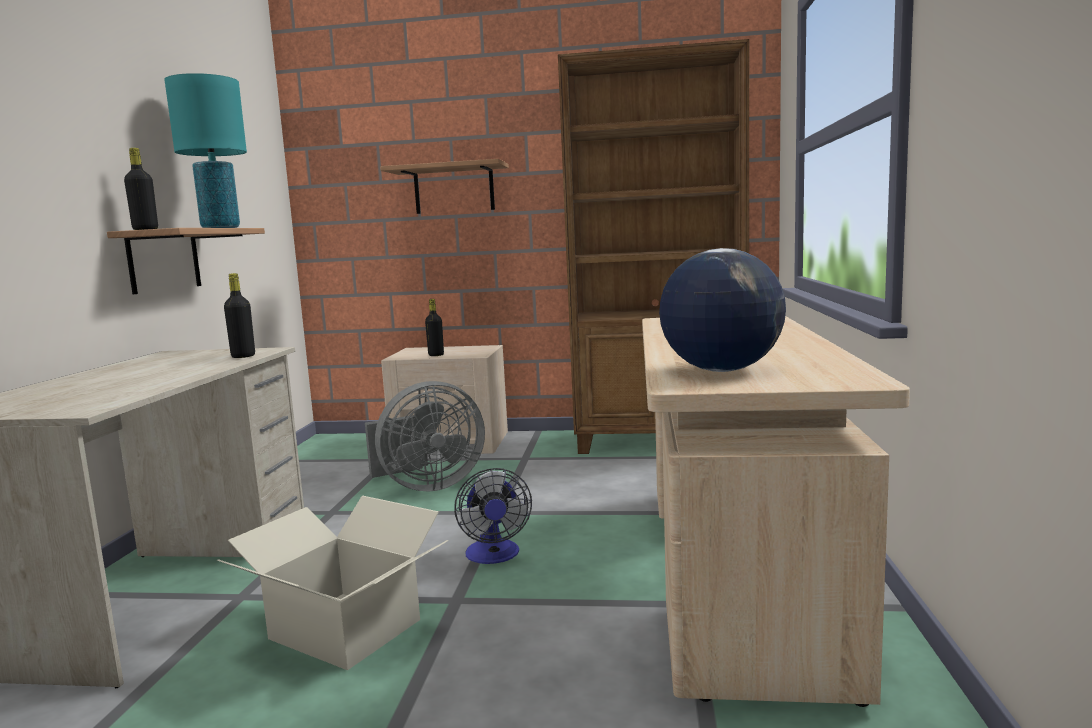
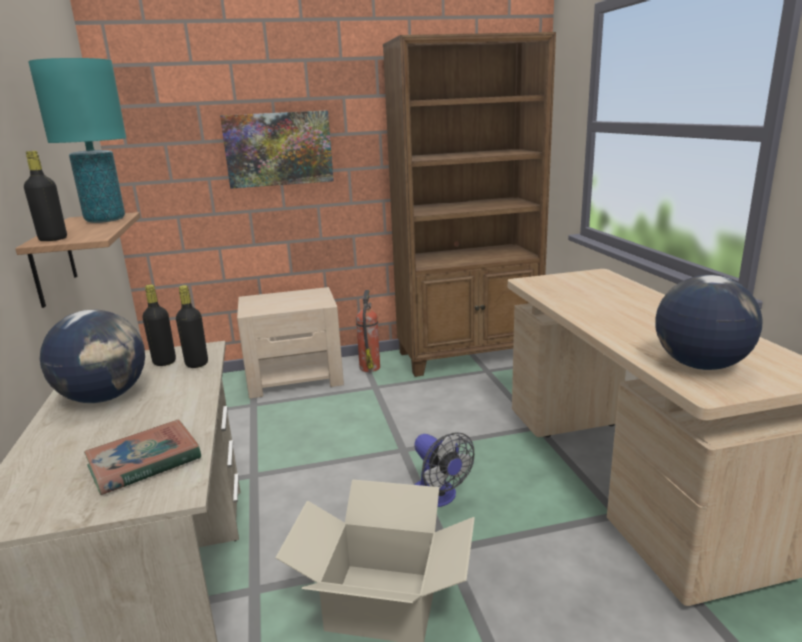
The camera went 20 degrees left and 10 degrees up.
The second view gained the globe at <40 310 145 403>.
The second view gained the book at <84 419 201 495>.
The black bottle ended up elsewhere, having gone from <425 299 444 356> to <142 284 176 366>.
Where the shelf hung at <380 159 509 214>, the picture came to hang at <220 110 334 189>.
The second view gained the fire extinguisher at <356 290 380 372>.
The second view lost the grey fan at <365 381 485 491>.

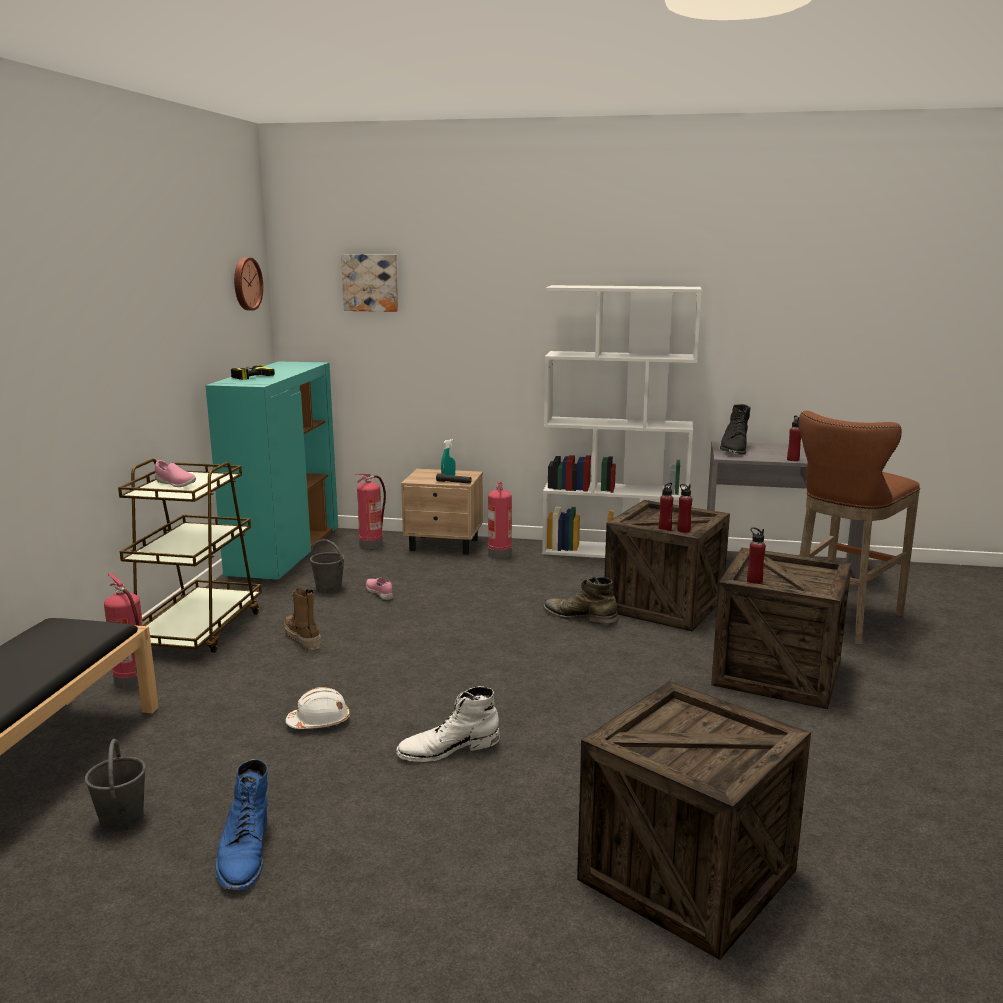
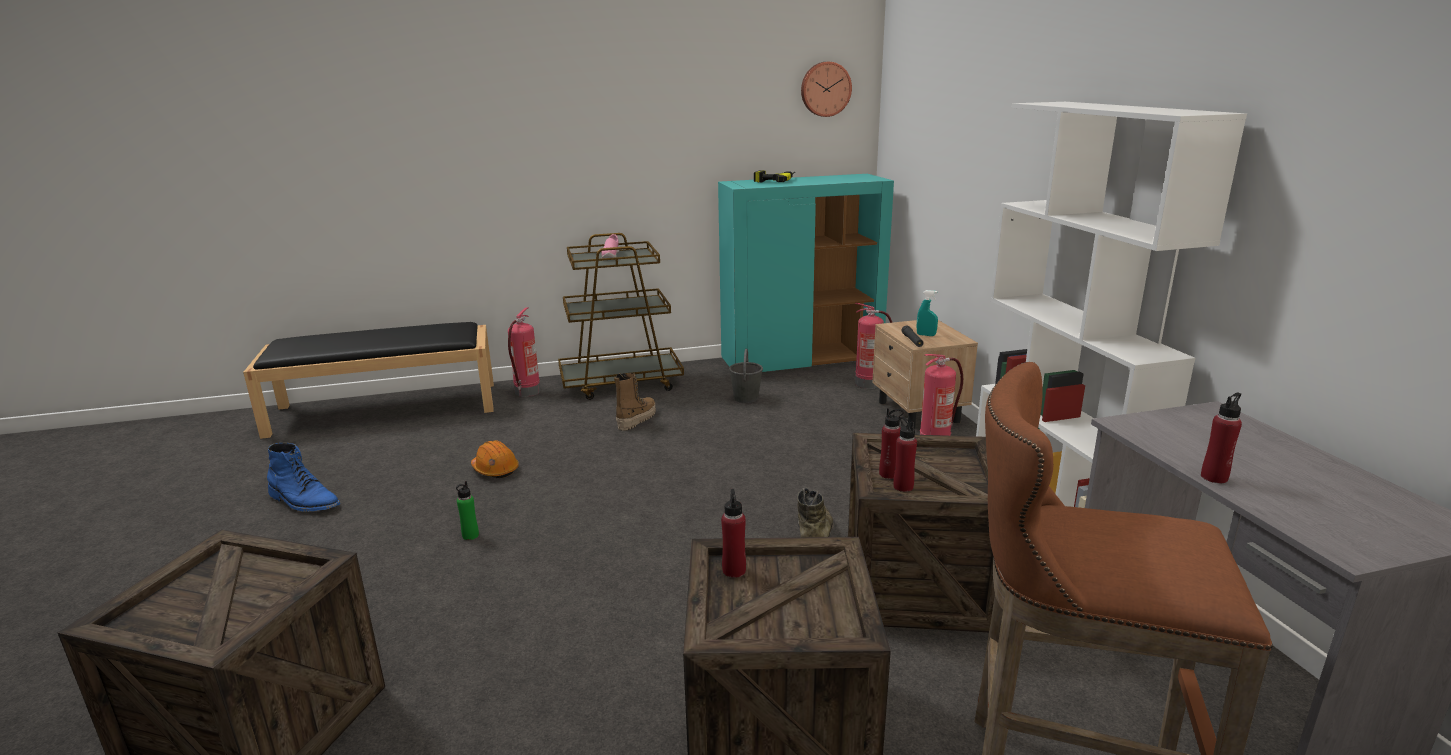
The camera went 65 degrees right and 5 degrees up.
The blue boot at <215 759 268 890> ended up facing another way, 120 degrees counterclockwise from before.
Where the white boot stood at <396 686 500 762>, the green bottle came to stand at <456 481 479 540>.
What was the white hard hat at <286 687 350 729> turned into the orange hard hat at <471 440 519 478>.
The second view lost the grey bucket at <85 739 146 832>.
The second view lost the picture at <341 254 398 312>.
The second view lost the pink shoe at <366 577 393 600>.
The second view lost the black boot at <720 404 751 454>.

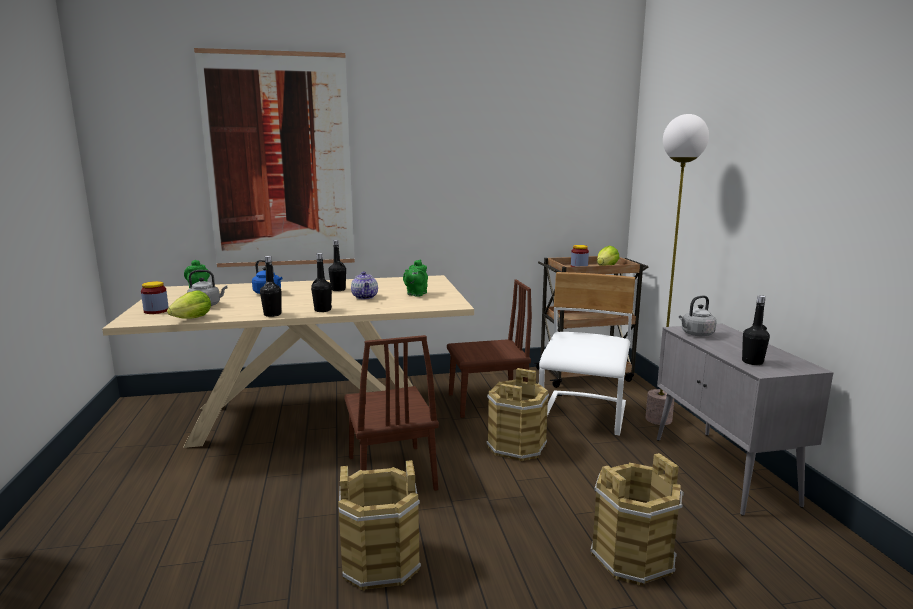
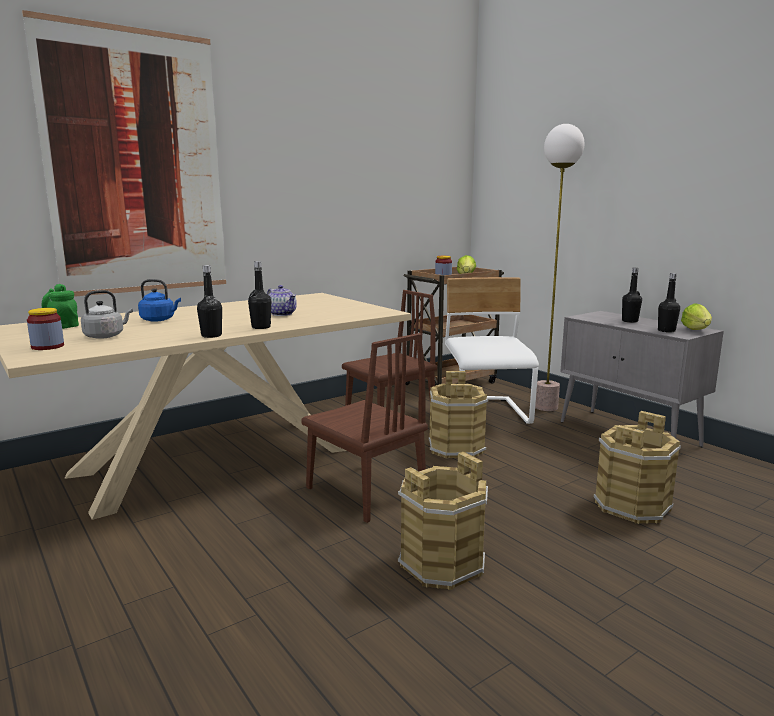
The camera went 25 degrees left and 0 degrees up.
The black bottle ended up elsewhere, having gone from <328 240 346 291> to <622 268 642 323>.
The lettuce ended up elsewhere, having gone from <167 290 211 319> to <681 303 712 330>.
The second view lost the green teapot at <403 260 428 297>.
The second view lost the grey kettle at <679 295 717 336>.

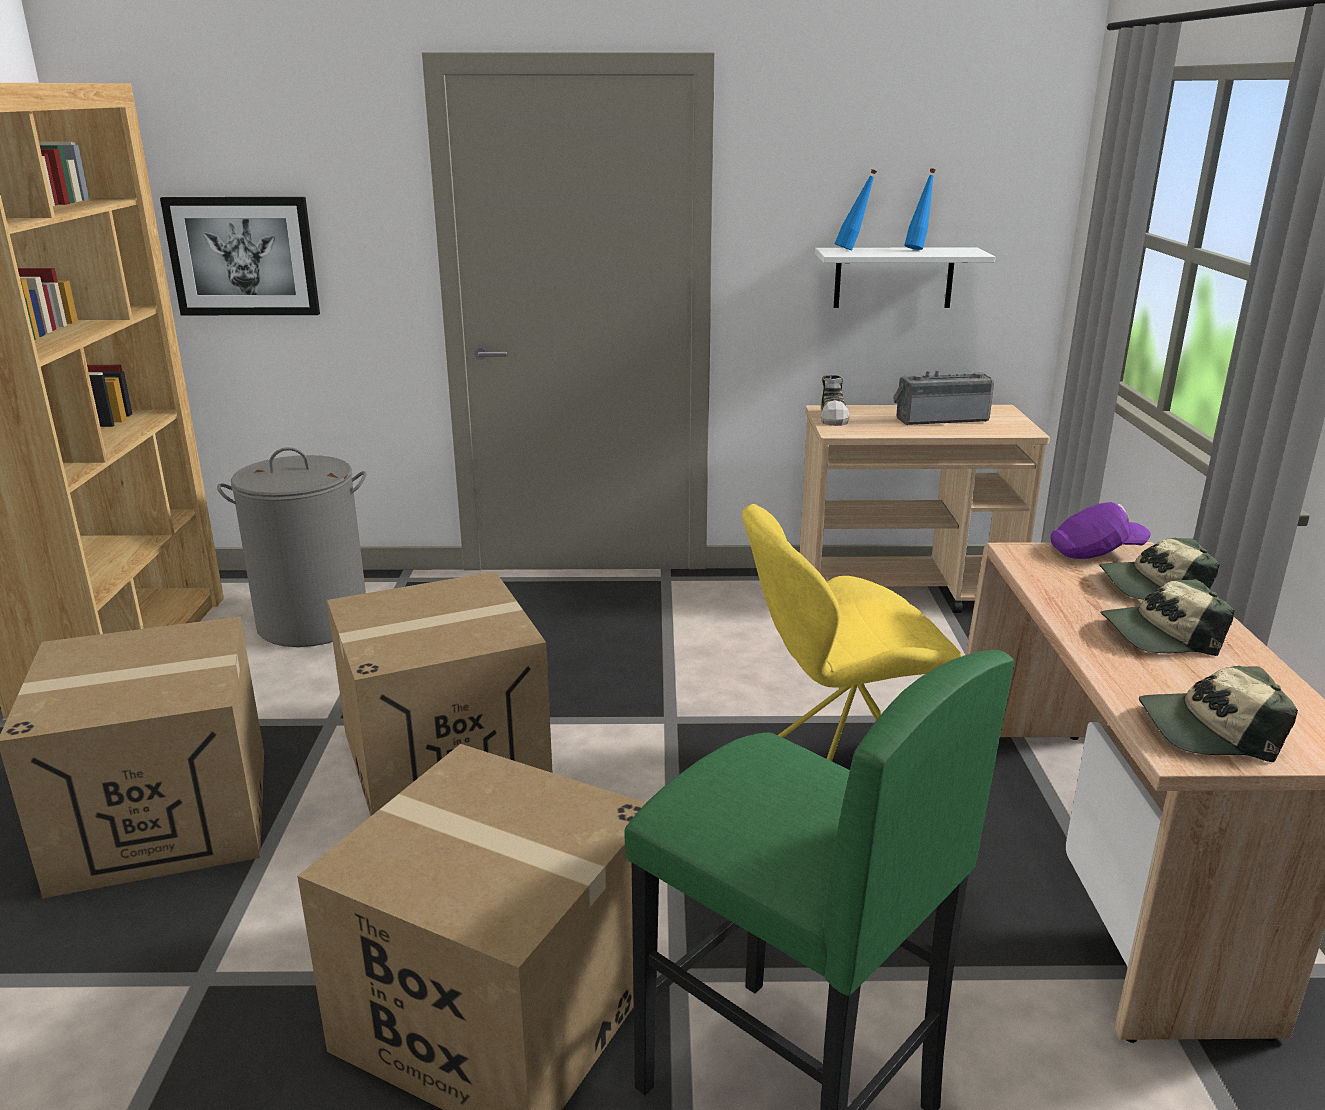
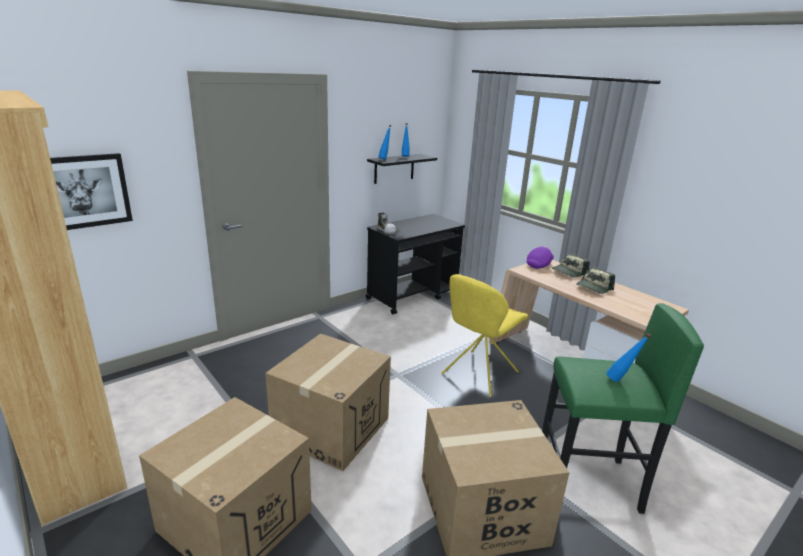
The camera went 40 degrees left and 0 degrees up.
What was the beige cart at <800 405 1050 613> turned into the black cart at <366 214 465 315>.
What was the white shelf at <815 248 995 308> turned into the black shelf at <367 154 437 184>.
The second view gained the blue bottle at <606 333 651 382>.
The second view lost the grey laundry basket at <217 447 367 647>.
The second view lost the radio at <893 370 994 425>.
The second view lost the cap at <1139 666 1298 762>.

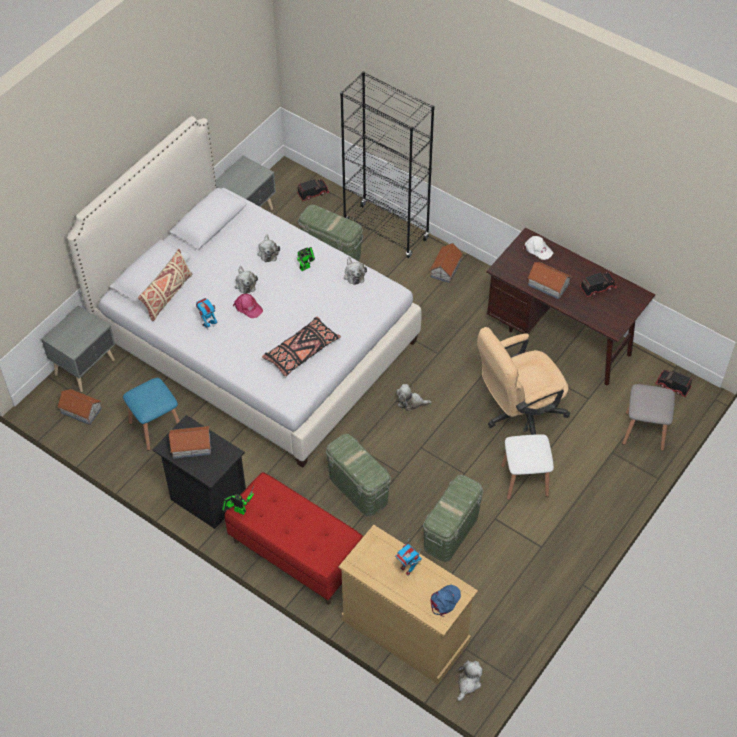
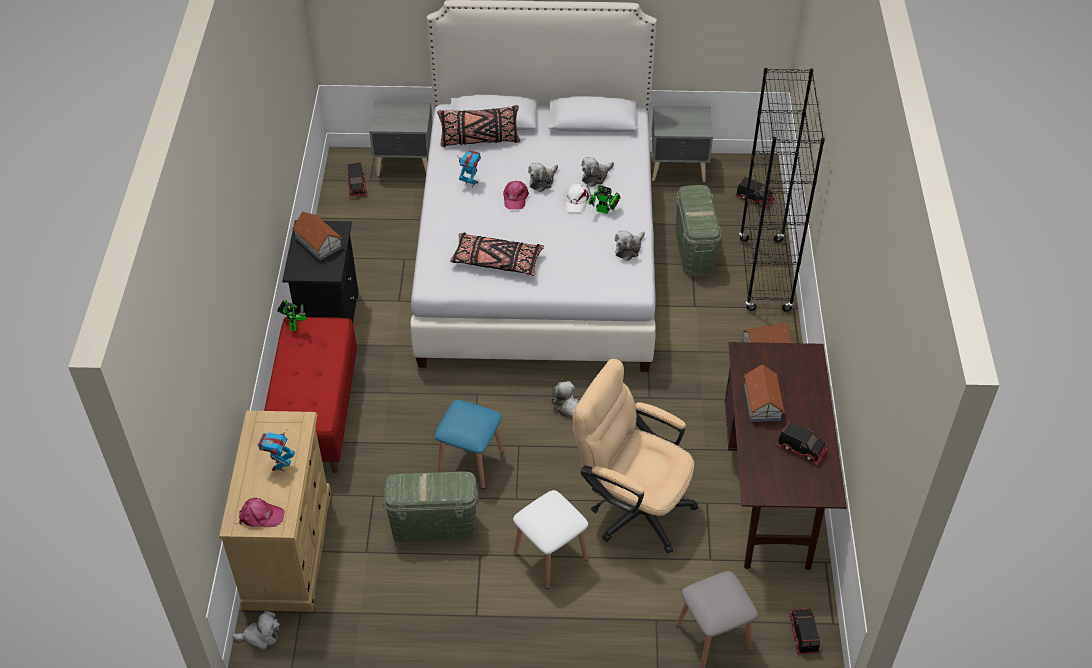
The camera went 55 degrees right and 5 degrees down.
What was the blue cap at <431 584 461 617> turned into the pink cap at <239 498 284 527>.
Where the toy house stood at <57 389 102 425>, the toy truck came to stand at <347 162 367 198>.
The blue stool ended up elsewhere, having gone from <123 378 180 451> to <434 400 504 489>.
What was the beige pillow at <138 249 192 321> turned into the black pillow at <437 105 520 147>.
The white cap ended up elsewhere, having gone from <523 236 553 260> to <564 184 589 212>.
The second view lost the green storage box at <326 434 391 517>.

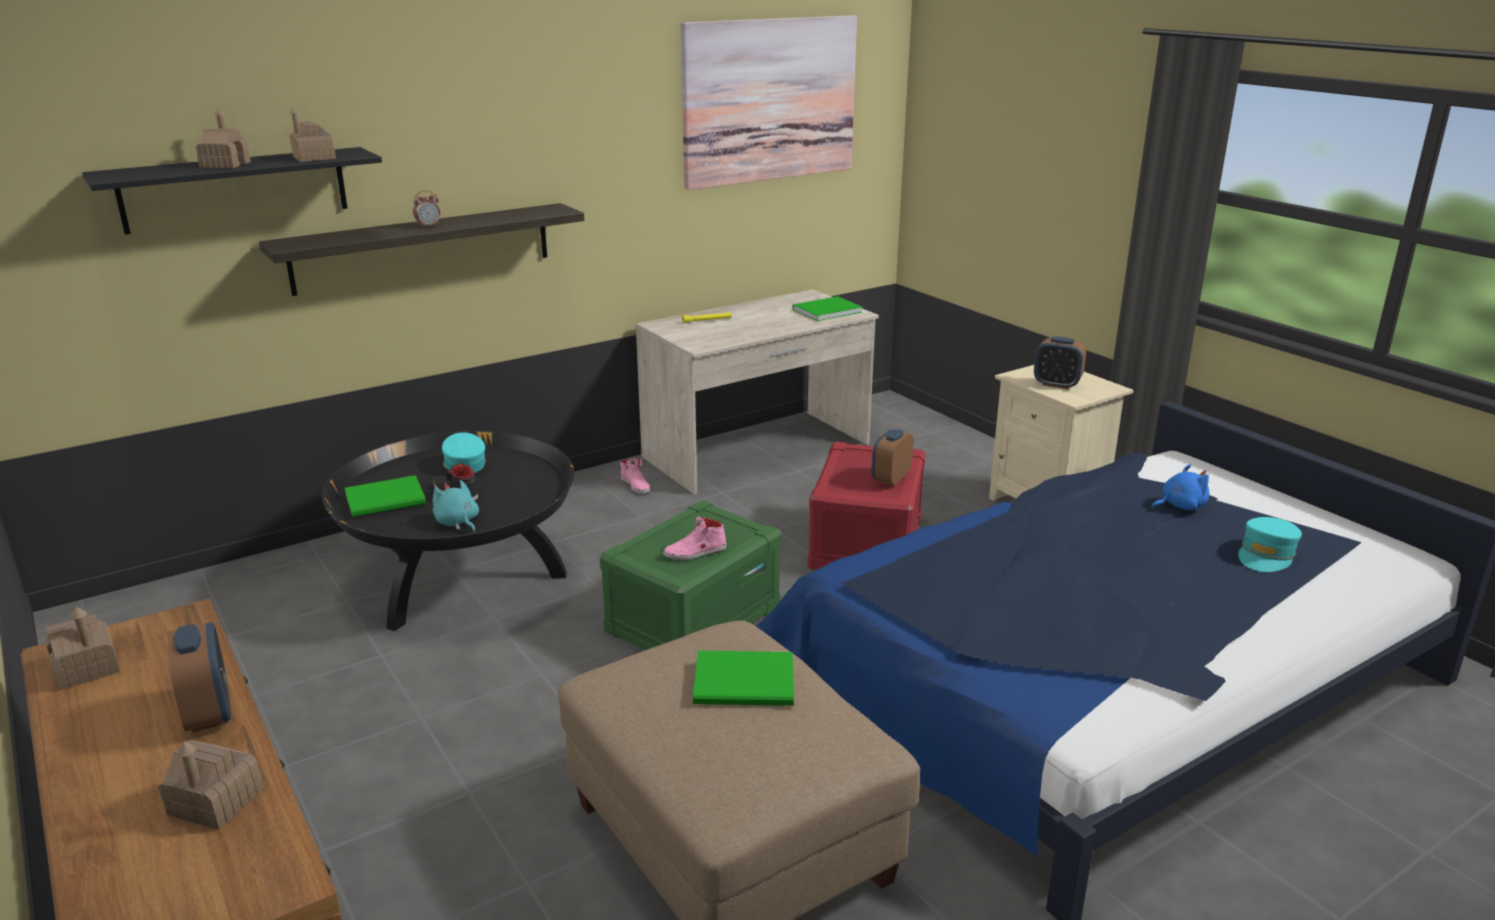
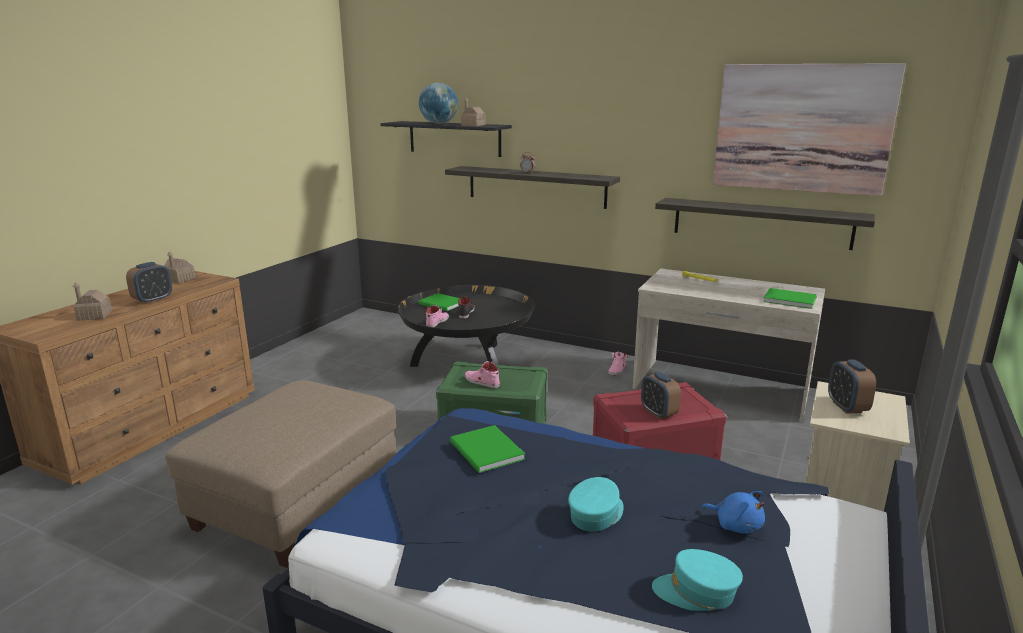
The camera went 60 degrees right and 5 degrees down.
Where the toy house stood at <196 108 251 168>, the globe came to stand at <419 83 458 124>.
Where the turquoise plush toy stood at <433 480 479 532>, the pink shoe came to stand at <426 305 449 327>.
The green book ended up elsewhere, having gone from <693 651 794 706> to <450 425 525 473>.
The turquoise cap ended up elsewhere, having gone from <442 432 486 473> to <568 477 624 532>.
The alarm clock at <872 429 913 486> ended up facing another way, 120 degrees counterclockwise from before.
The second view gained the shelf at <655 198 875 250>.

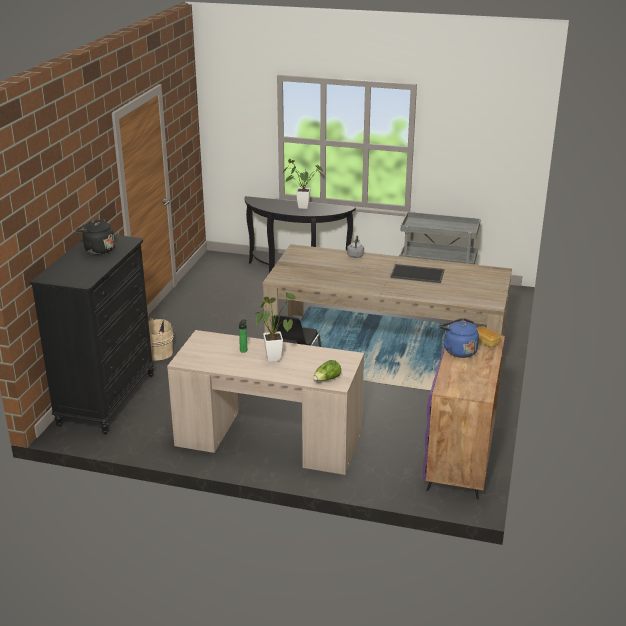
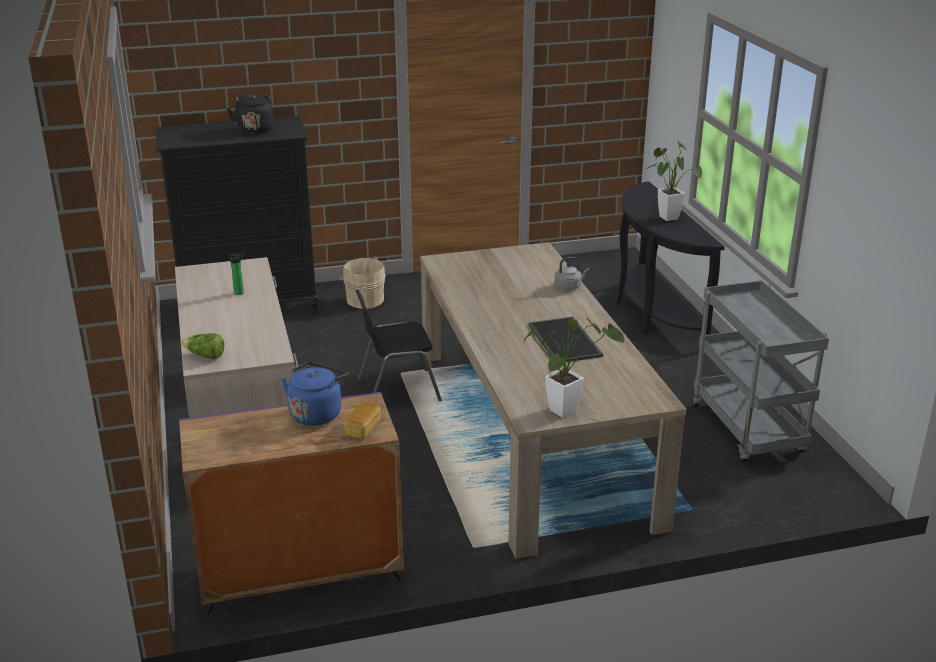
The camera went 60 degrees right and 0 degrees up.
The potted plant ended up elsewhere, having gone from <256 292 296 362> to <523 317 624 418>.

